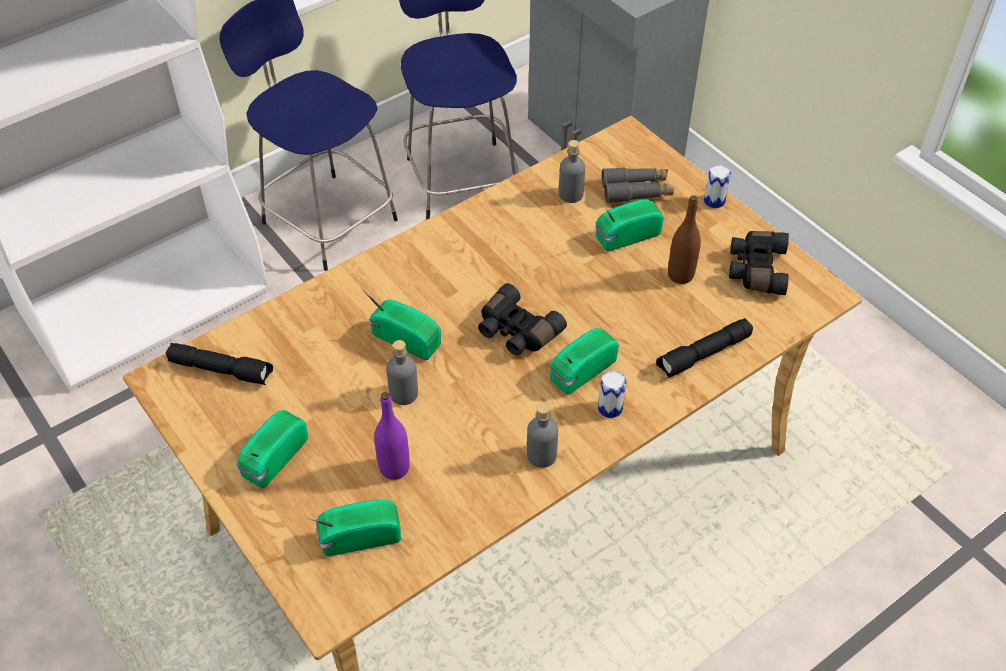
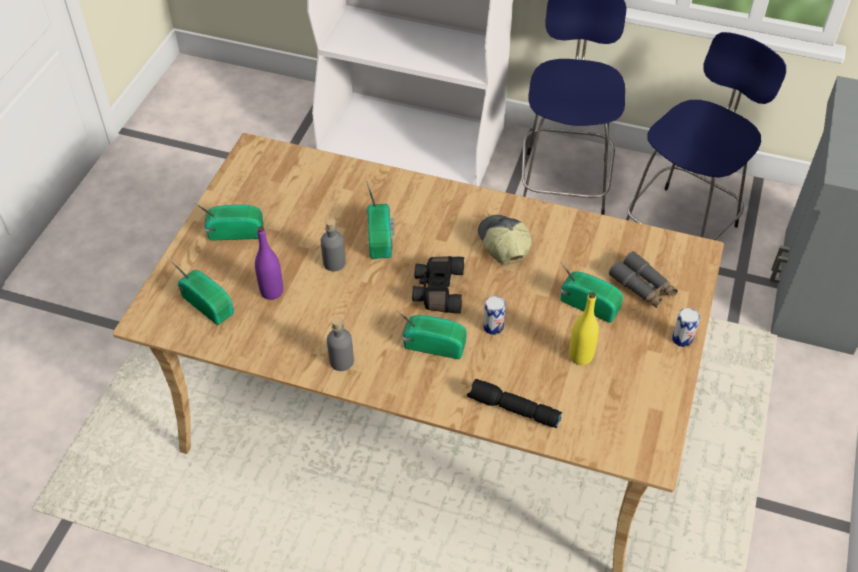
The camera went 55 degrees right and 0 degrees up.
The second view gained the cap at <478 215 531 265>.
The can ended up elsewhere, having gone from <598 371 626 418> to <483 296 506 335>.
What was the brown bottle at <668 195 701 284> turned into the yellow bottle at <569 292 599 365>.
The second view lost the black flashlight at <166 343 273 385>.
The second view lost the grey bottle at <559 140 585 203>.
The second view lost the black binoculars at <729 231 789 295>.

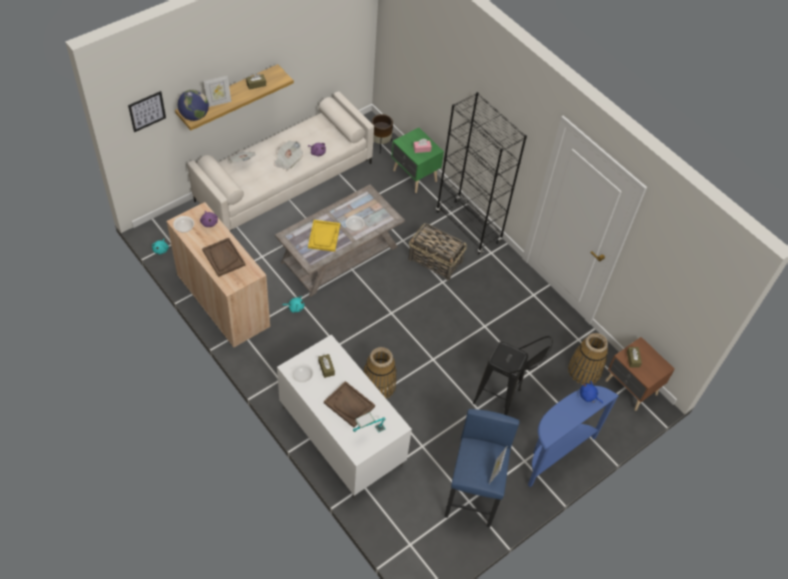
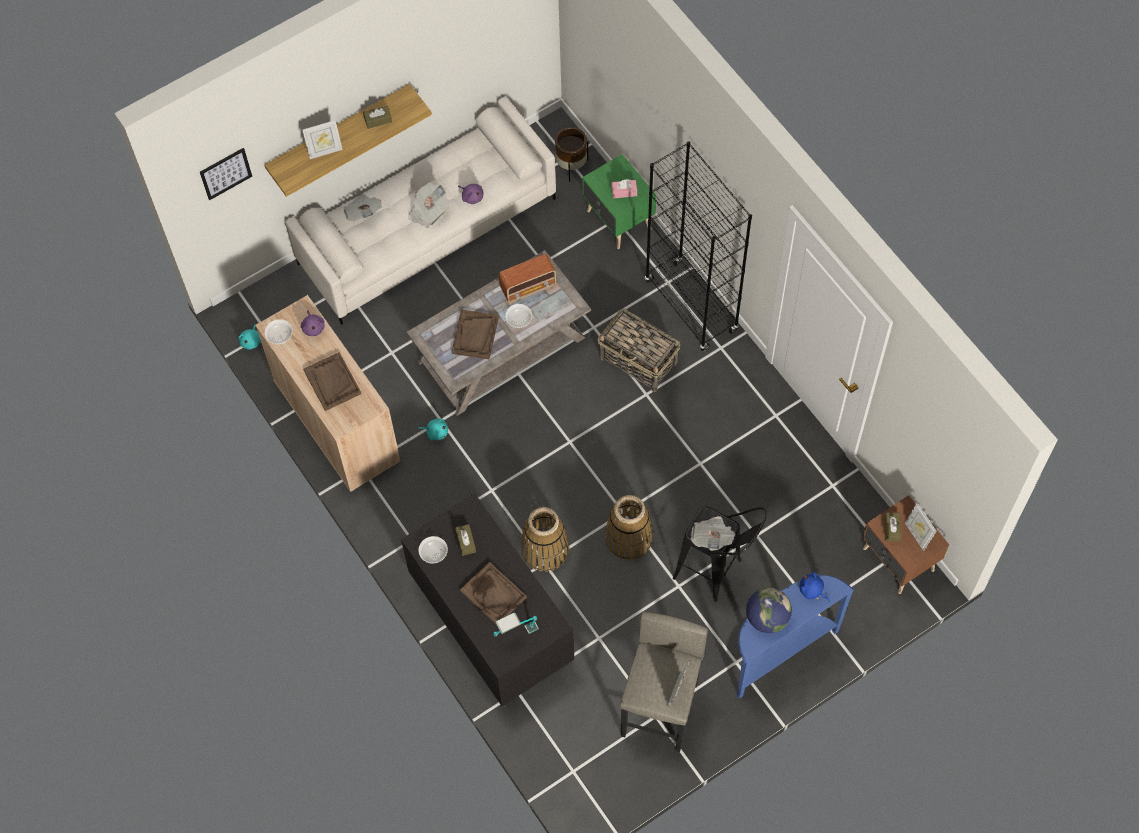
The camera went 10 degrees right and 10 degrees up.
What was the white tv stand at <277 334 412 499> turned into the black tv stand at <401 493 574 709>.
What was the yellow tray at <308 220 340 252> turned into the brown tray at <451 309 499 359>.
The second view gained the radio at <499 254 556 303>.
The basket ended up elsewhere, having gone from <568 333 608 385> to <605 495 653 560>.
What was the blue stool at <445 409 519 528> turned into the grey stool at <620 611 708 752>.
The second view gained the newspaper at <691 516 735 551>.
The globe ended up elsewhere, having gone from <178 90 209 121> to <746 587 792 633>.
The second view gained the picture frame at <905 503 936 551>.

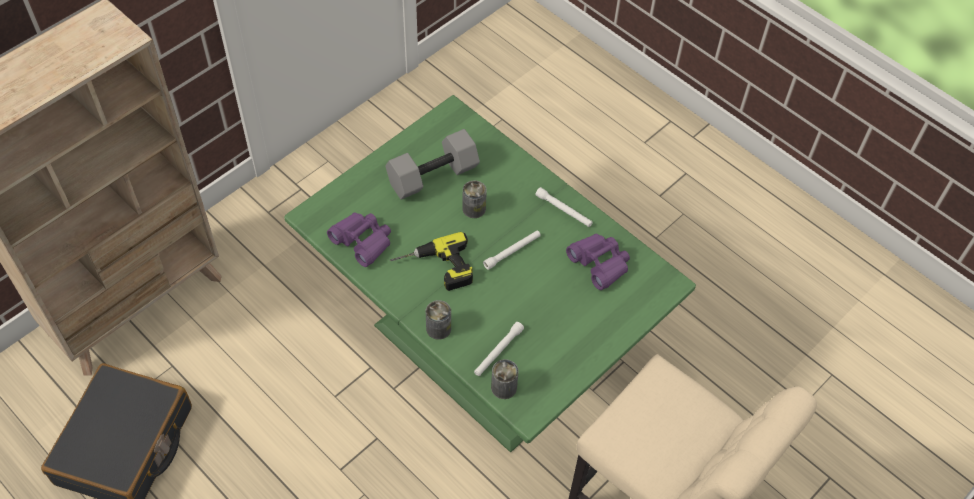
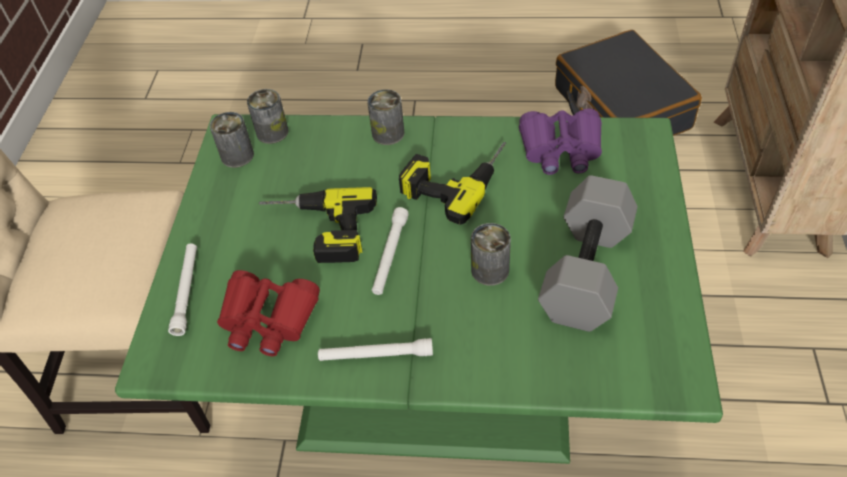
The camera went 145 degrees right and 5 degrees down.
The white flashlight ended up elsewhere, having gone from <474 322 524 376> to <168 243 197 336>.
The second view gained the can at <210 112 254 168>.
What was the purple binoculars at <566 233 630 290> turned into the red binoculars at <217 270 320 356>.
The second view gained the power drill at <259 187 377 263>.

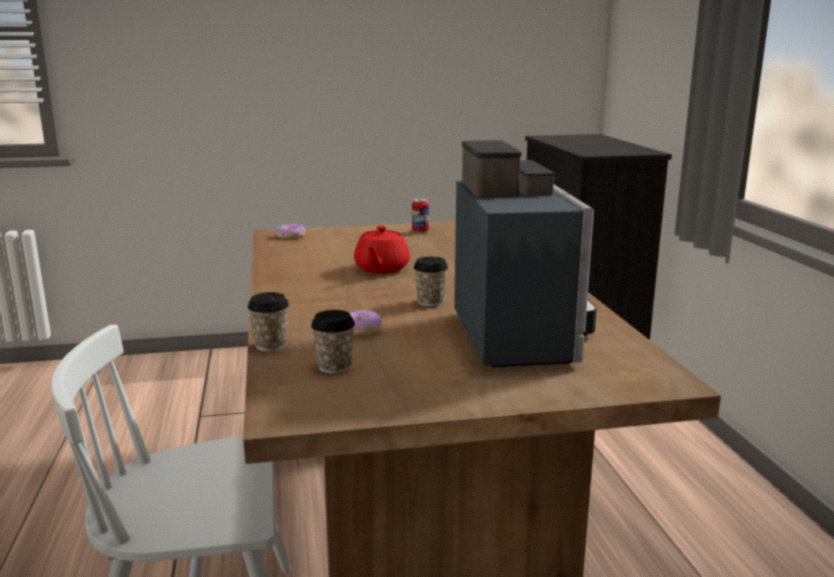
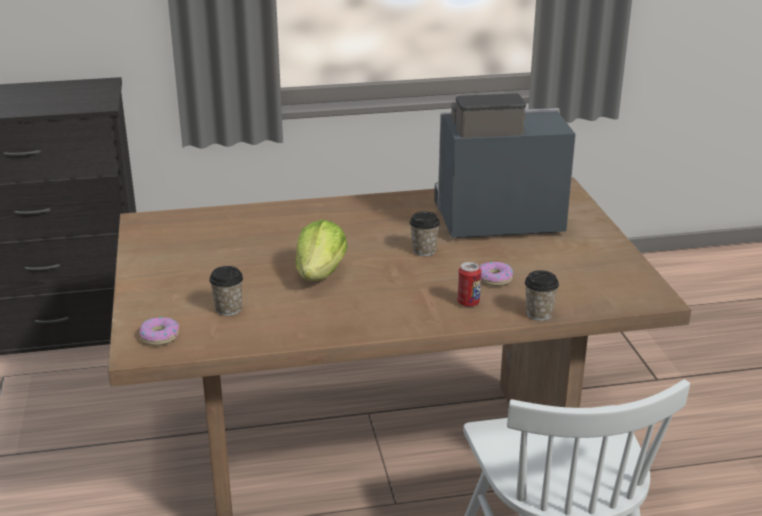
The camera went 90 degrees left and 10 degrees up.
The cup ended up elsewhere, having gone from <311 310 355 374> to <209 266 243 316>.
Where the red teapot stood at <354 225 410 274>, the lettuce came to stand at <296 219 348 281>.
The can ended up elsewhere, having gone from <412 199 429 233> to <457 262 481 307>.

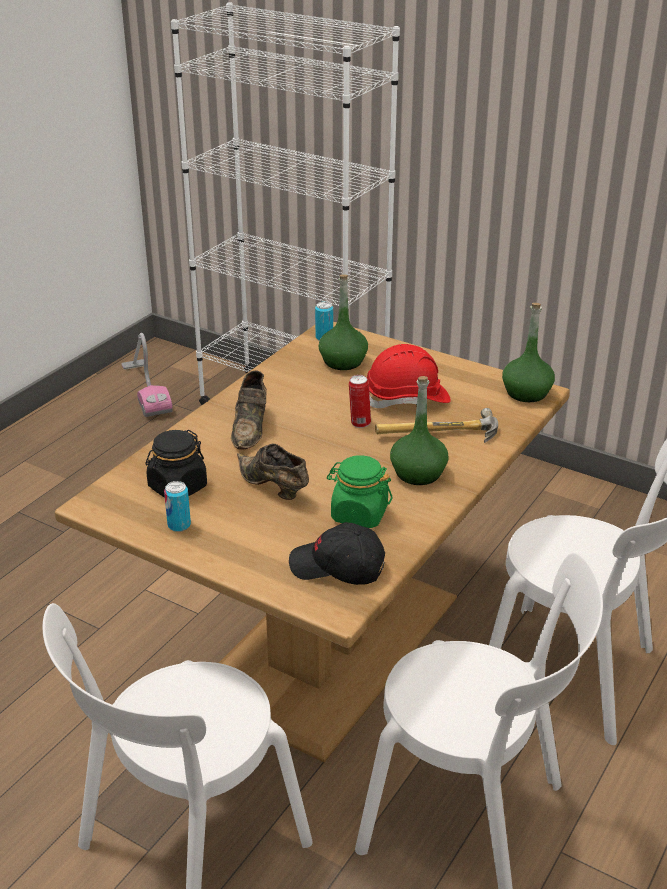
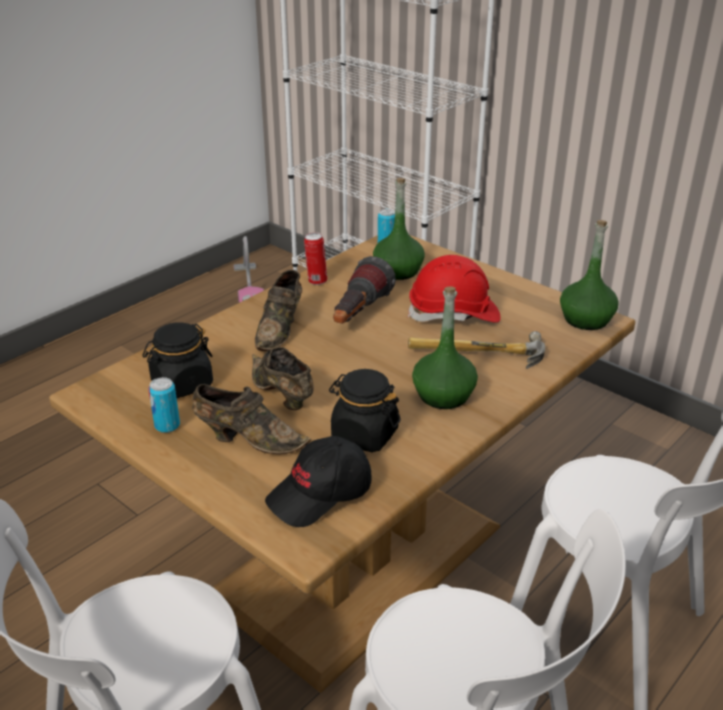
The camera went 10 degrees right and 0 degrees up.
The second view gained the brown shoe at <192 384 311 454>.
The black cap at <289 522 385 585> ended up facing another way, 60 degrees counterclockwise from before.
The can ended up elsewhere, having gone from <349 375 371 428> to <304 232 327 285>.
What was the green jar at <327 455 392 528> turned into the black jar at <329 369 401 452>.
The second view gained the flashlight at <333 256 396 324>.

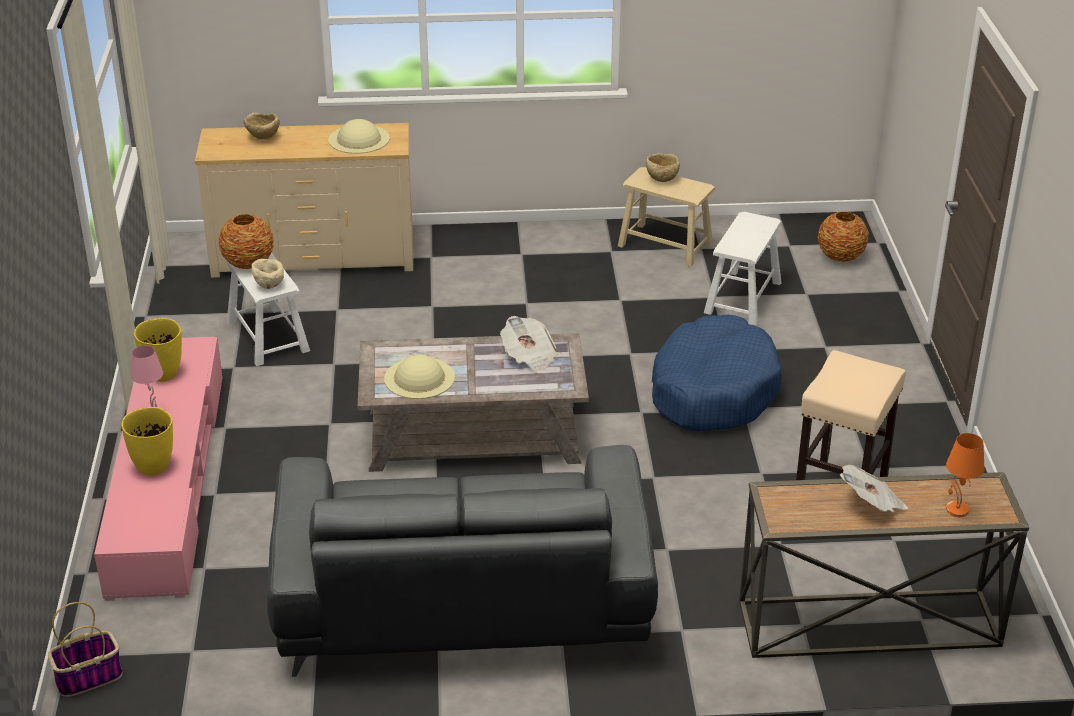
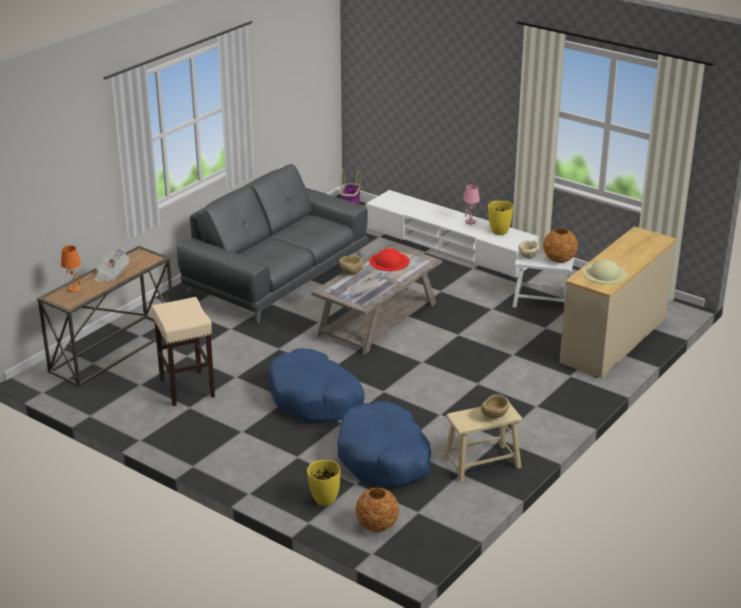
The camera went 130 degrees right and 5 degrees down.
The yellow vase ended up elsewhere, having gone from <121 407 173 476> to <307 460 340 506>.
Where the white stool stood at <704 212 782 325>, the blue dog bed came to stand at <337 401 431 487>.
The beige bowl ended up elsewhere, having gone from <243 112 280 139> to <339 255 363 275>.
What was the pink tv stand at <94 337 223 601> turned into the white tv stand at <366 190 538 278>.
What was the beige hat at <384 355 455 399> turned into the red hat at <369 248 410 271>.

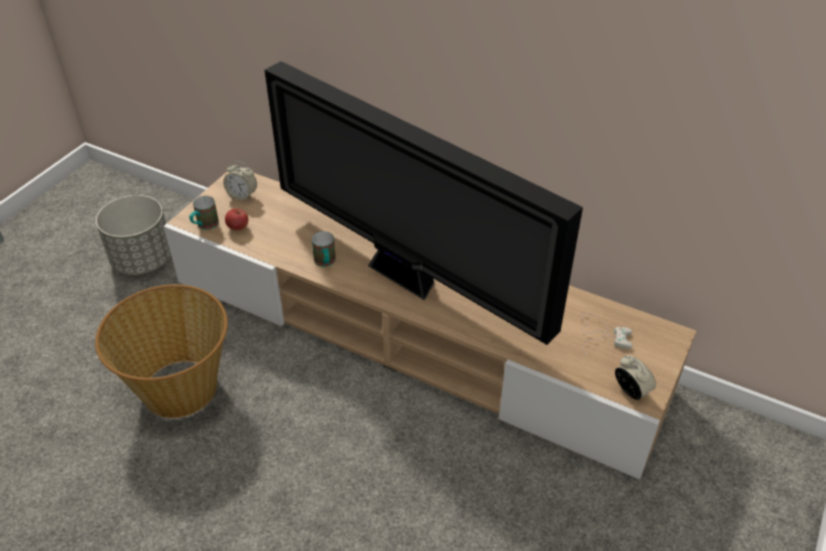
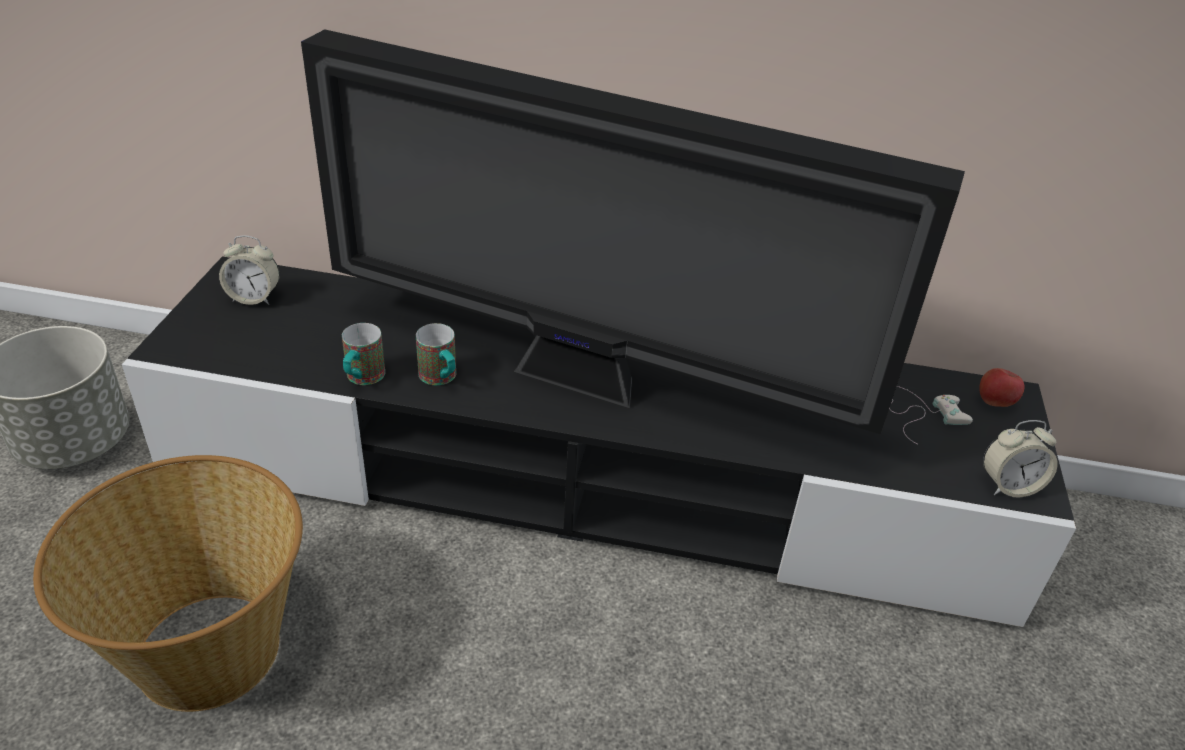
The camera went 20 degrees left and 5 degrees down.
What was the beige tv stand at <164 171 696 480> turned into the black tv stand at <122 256 1076 627>.
The mug ended up elsewhere, having gone from <189 196 219 230> to <342 323 385 385>.
The apple ended up elsewhere, having gone from <225 208 248 230> to <979 368 1024 407>.
The alarm clock at <615 355 656 400> ended up facing another way, 135 degrees clockwise from before.

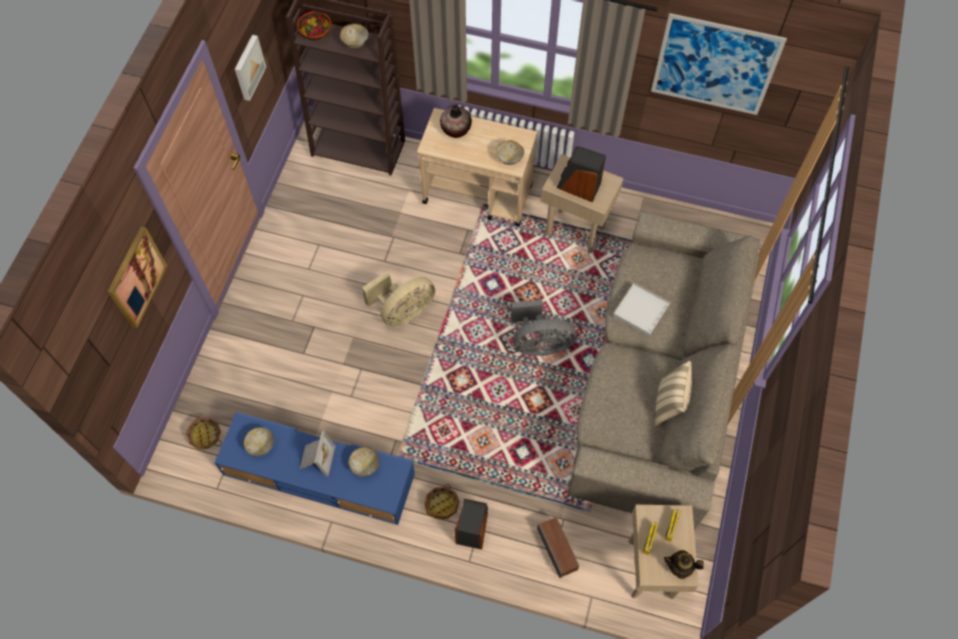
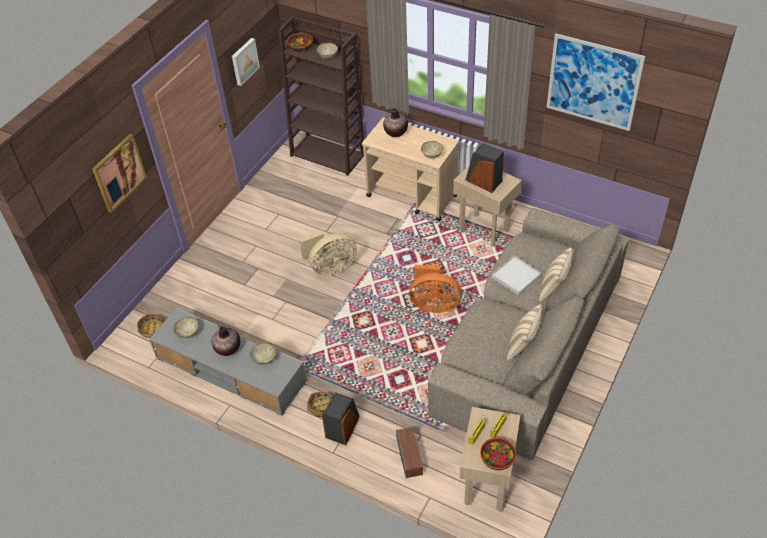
The camera went 15 degrees right and 15 degrees down.
What was the blue tv stand at <214 412 415 525> turned into the grey tv stand at <149 308 307 416>.
Where the picture frame stood at <300 431 335 477>, the vase came to stand at <212 326 240 356>.
What was the grey fan at <511 300 576 356> turned into the orange fan at <409 265 462 313>.
Where the teapot stood at <664 550 704 579>, the bowl came to stand at <480 437 516 470>.
The second view gained the beige pillow at <539 248 572 303>.

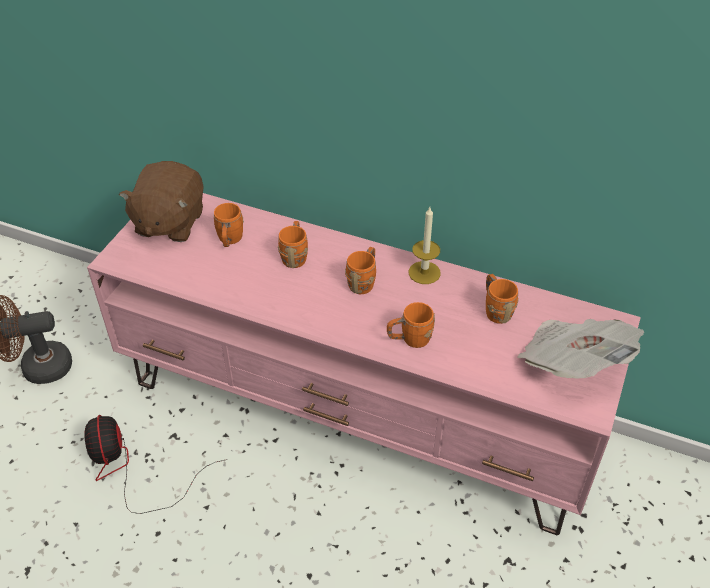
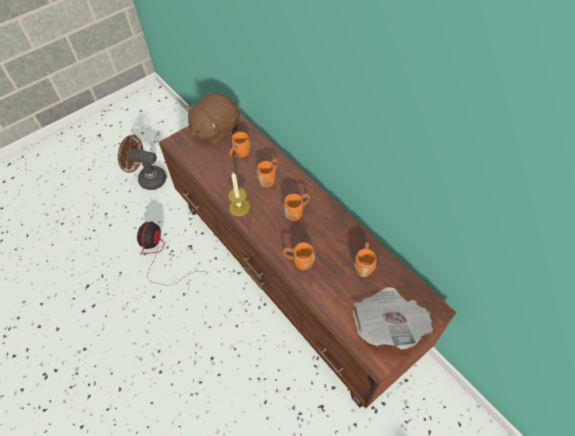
The camera went 30 degrees right and 10 degrees up.
What was the pink tv stand at <87 193 641 535> turned into the brown tv stand at <159 114 456 409>.
The candle ended up elsewhere, having gone from <409 207 441 284> to <228 172 250 216>.

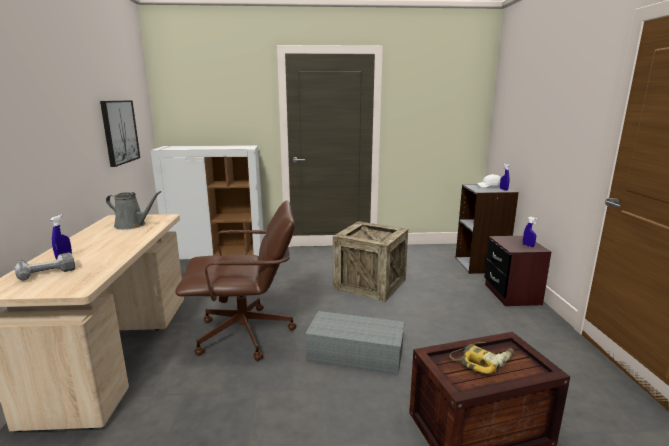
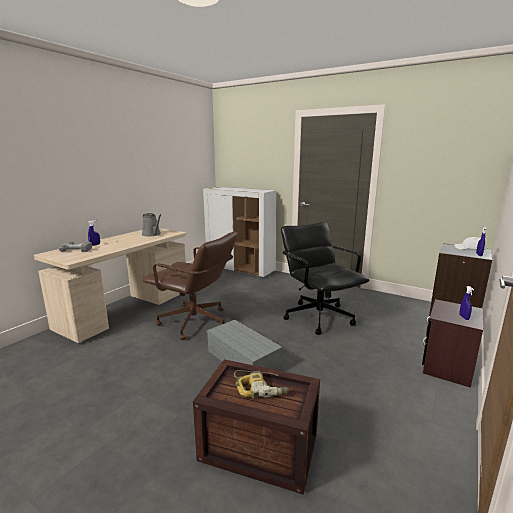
The camera went 35 degrees right and 0 degrees up.
Where the crate stood at <333 221 408 302>, the black office chair came to stand at <281 222 369 335>.
The second view lost the picture at <100 101 140 167>.

